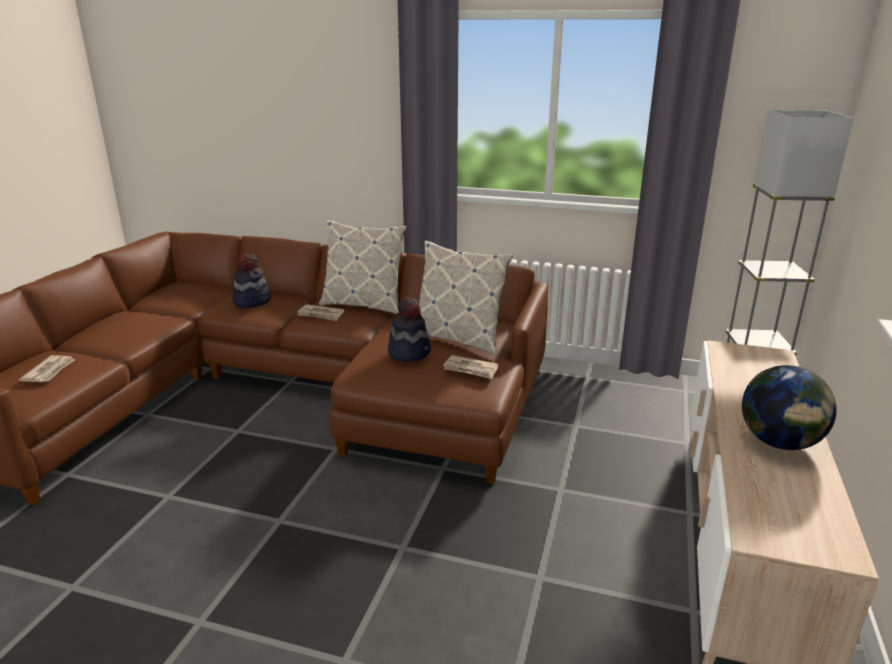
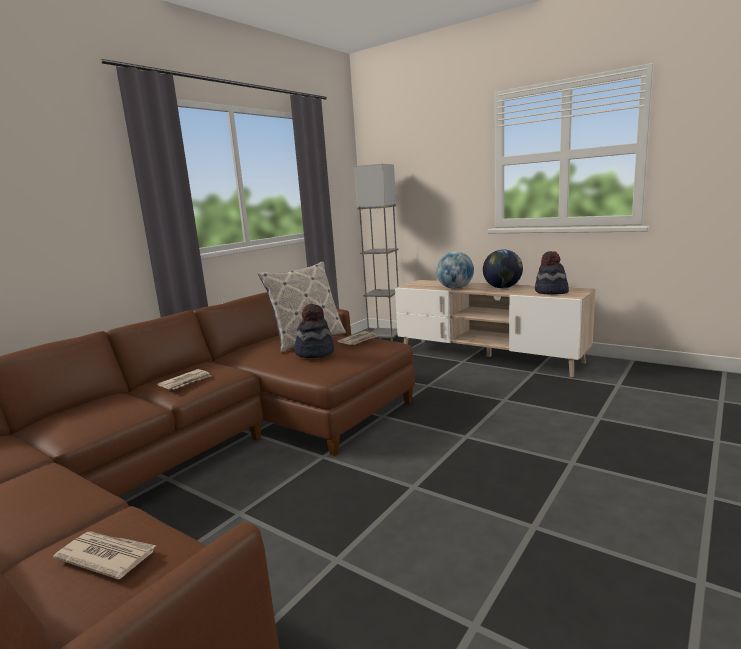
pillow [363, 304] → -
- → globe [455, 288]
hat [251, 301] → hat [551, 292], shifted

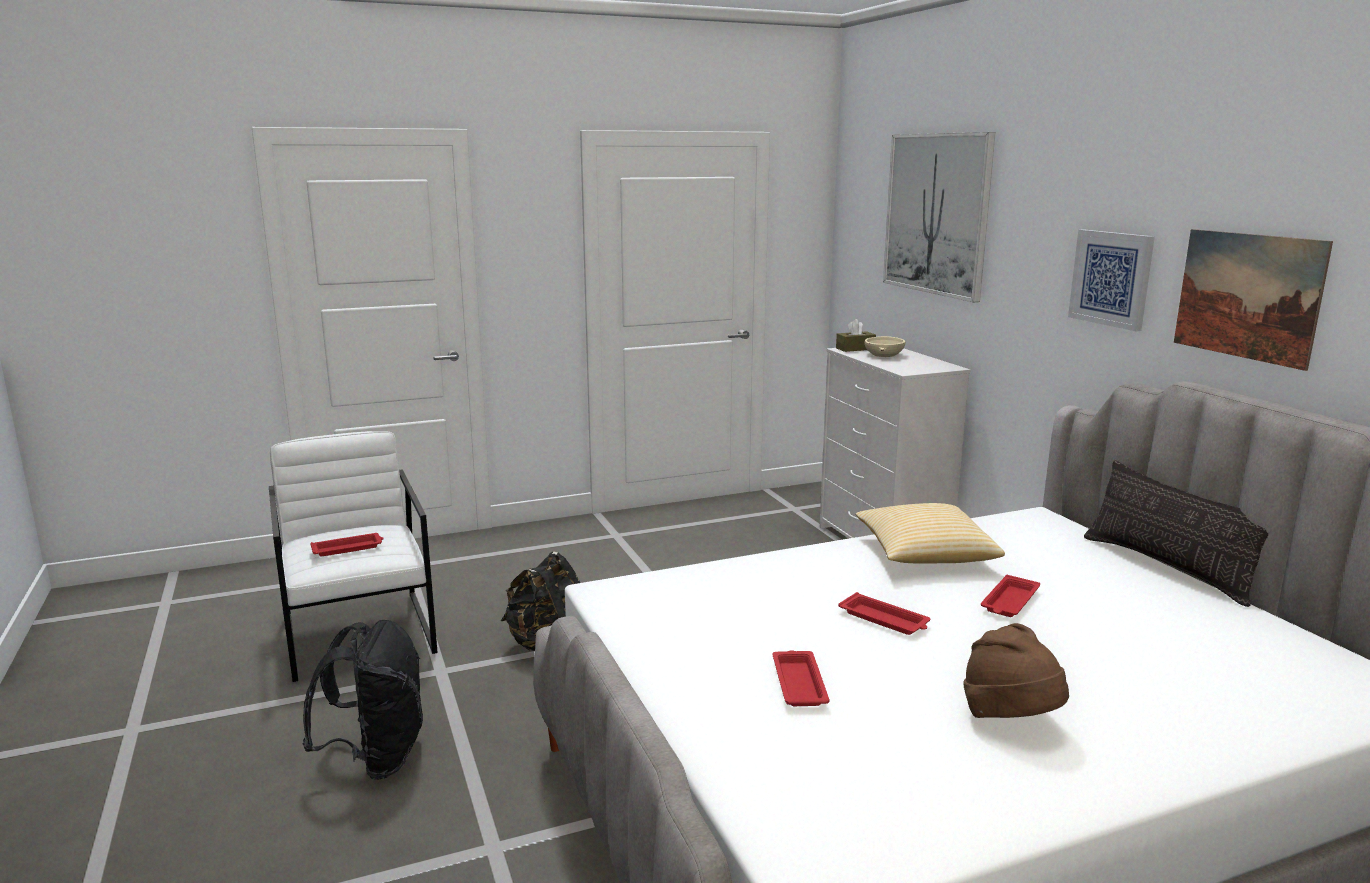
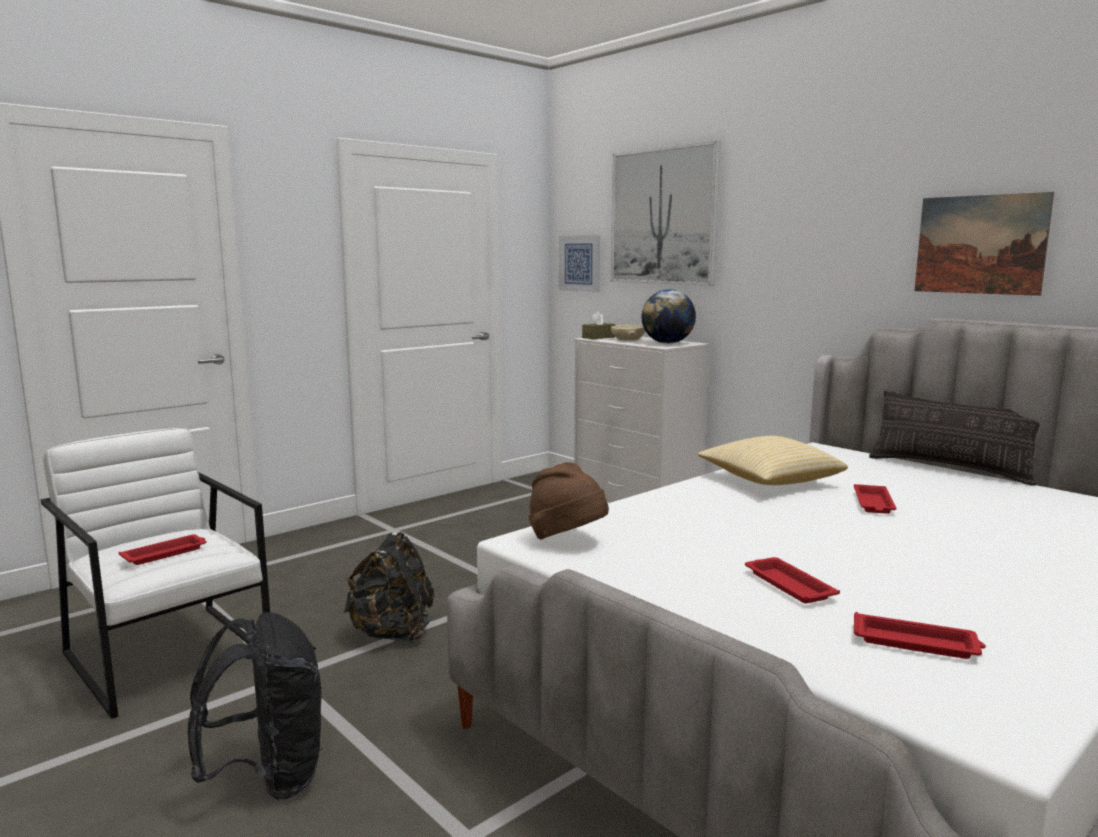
- → globe [667, 343]
red tray [885, 620] → red tray [917, 643], shifted
brown hat [1010, 720] → brown hat [567, 540], shifted
picture [1111, 278] → picture [580, 263], shifted

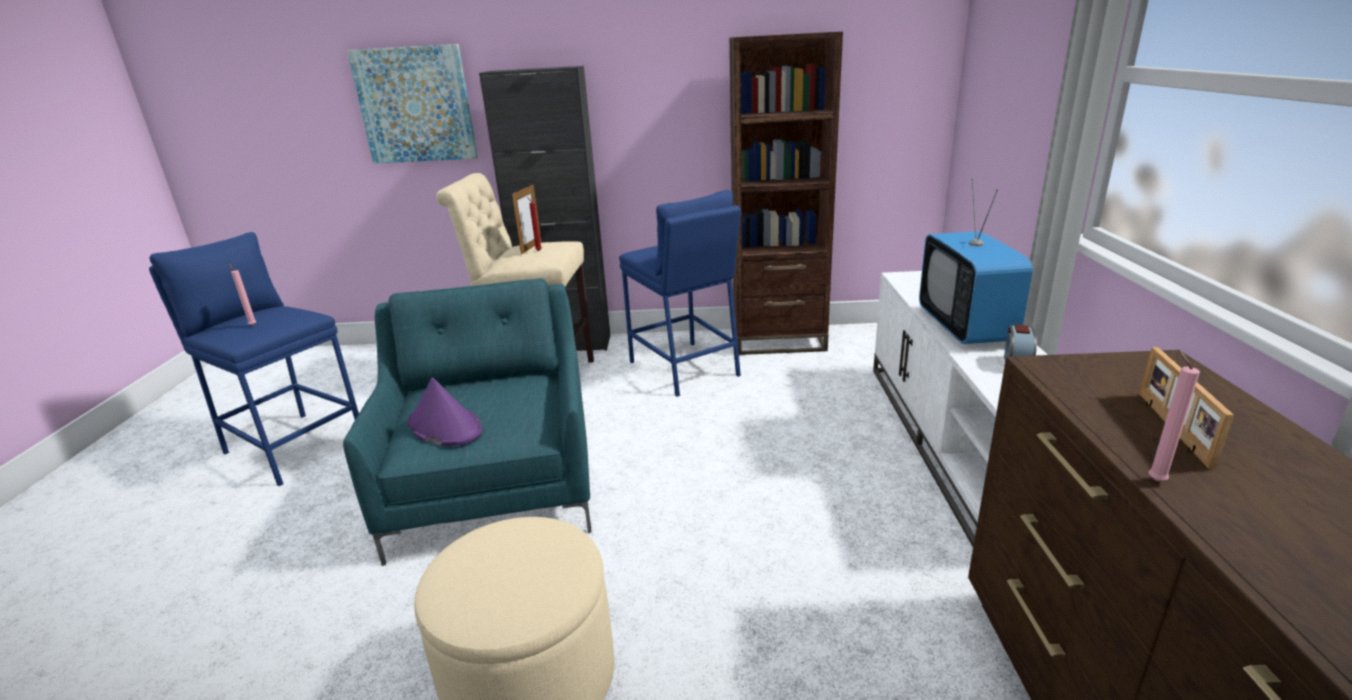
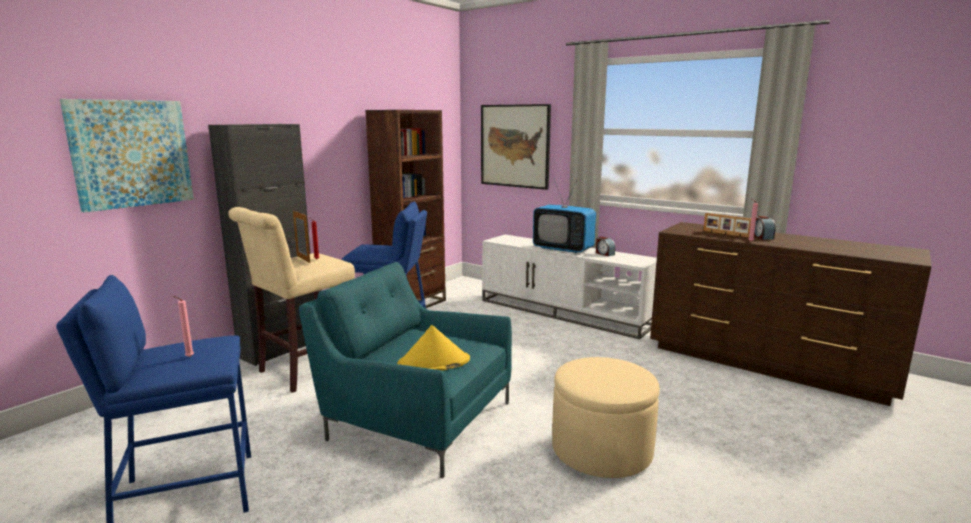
- → picture [515, 146]
- → alarm clock [762, 237]
purple hat [444, 426] → yellow hat [433, 363]

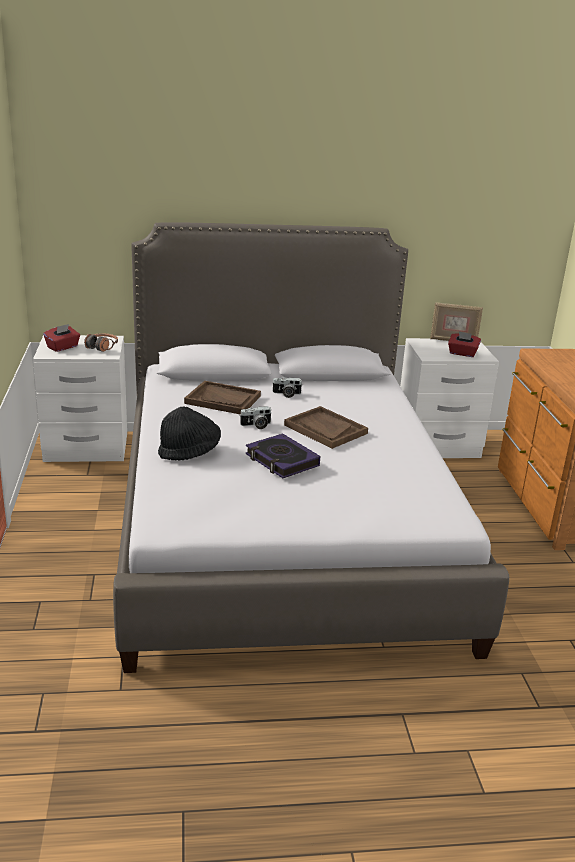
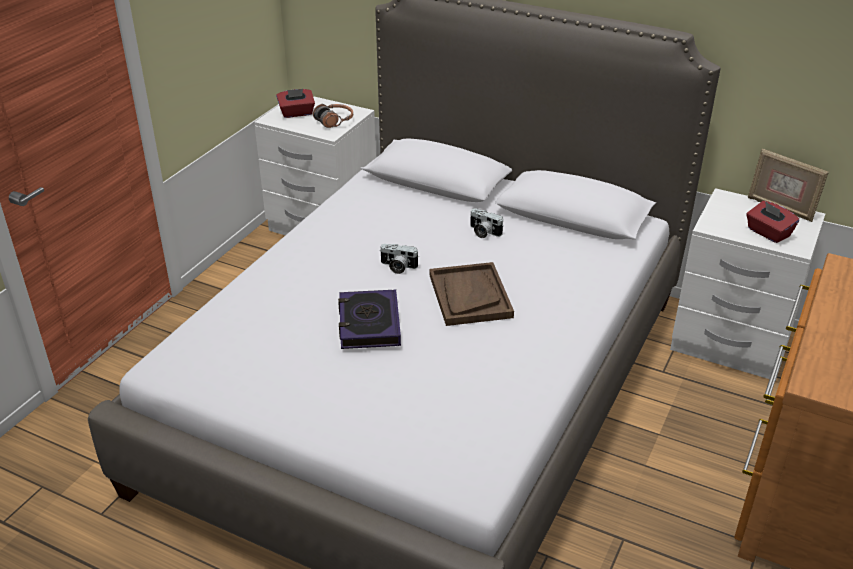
black hat [189, 452] → -
brown tray [223, 400] → -

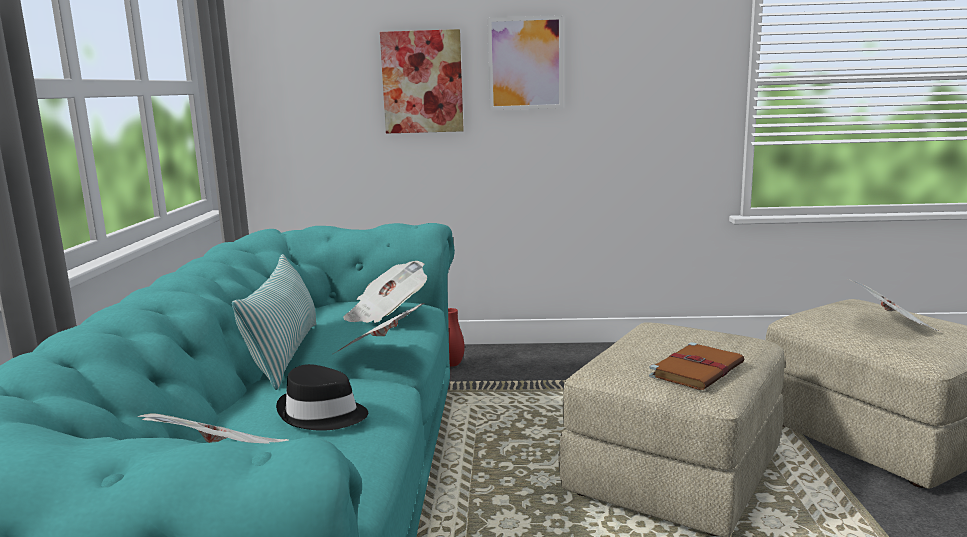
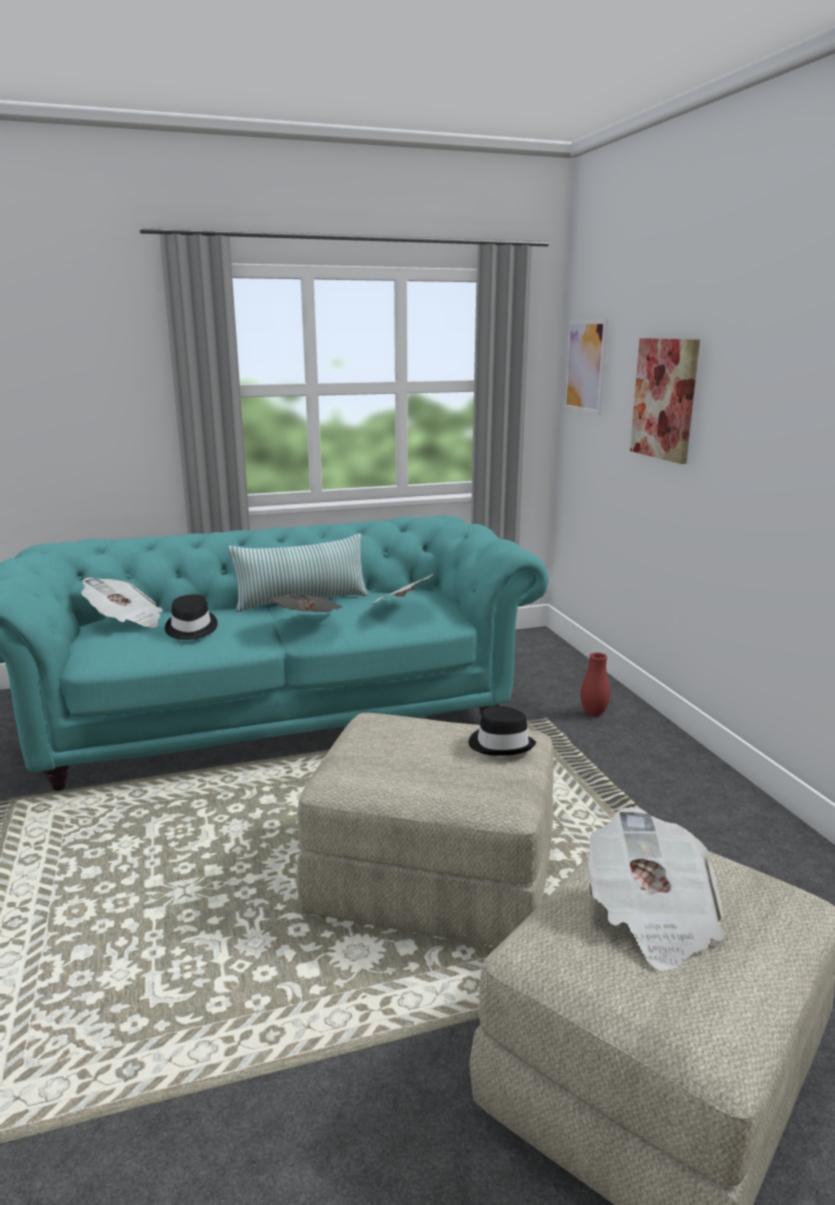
brown book [697, 369] → -
- → black hat [501, 744]
picture [525, 63] → picture [585, 366], shifted

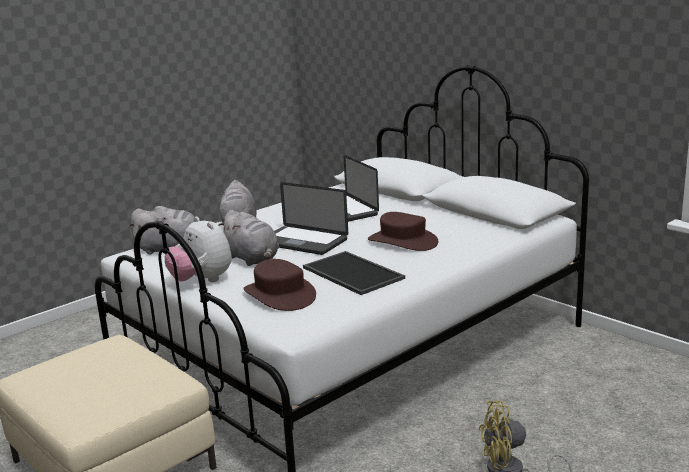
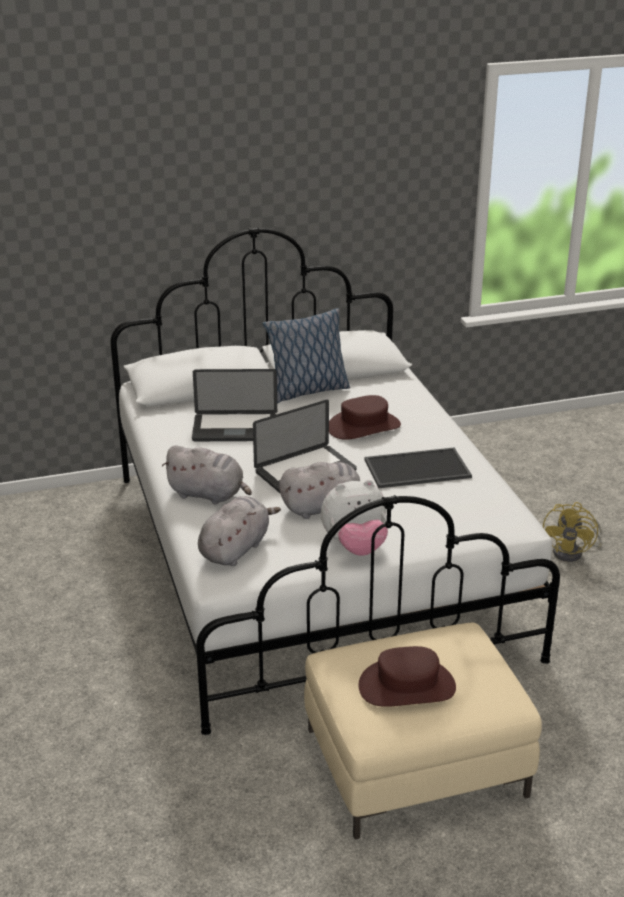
- → pillow [307, 391]
brown hat [280, 295] → brown hat [407, 686], shifted

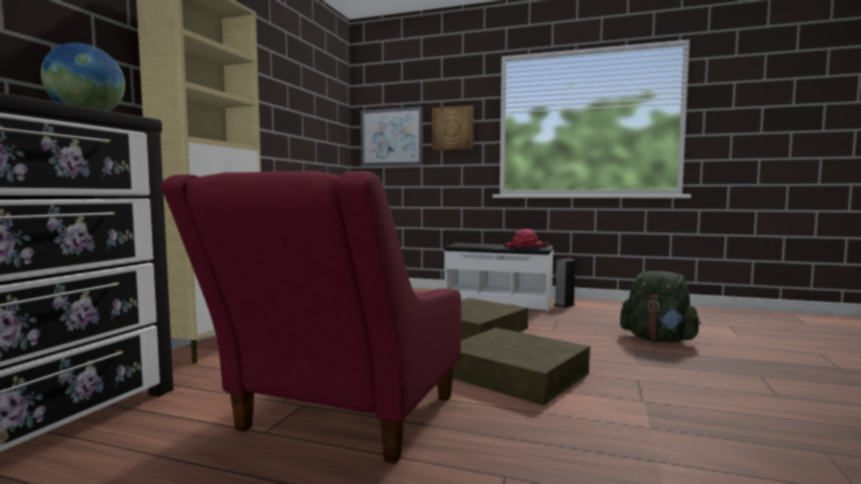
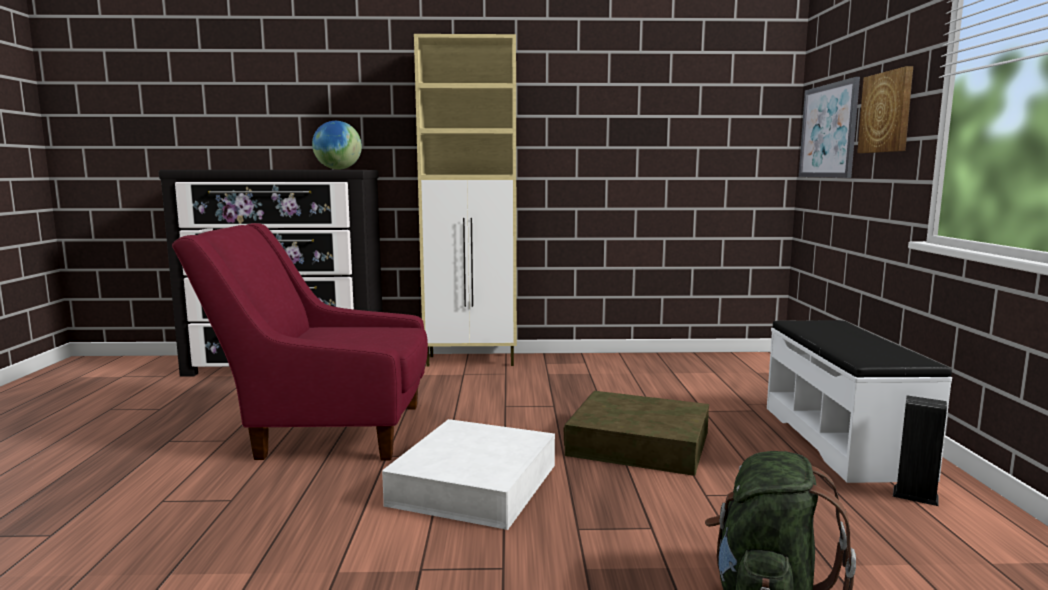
hat [526, 246] → -
brown storage box [515, 374] → white storage box [474, 484]

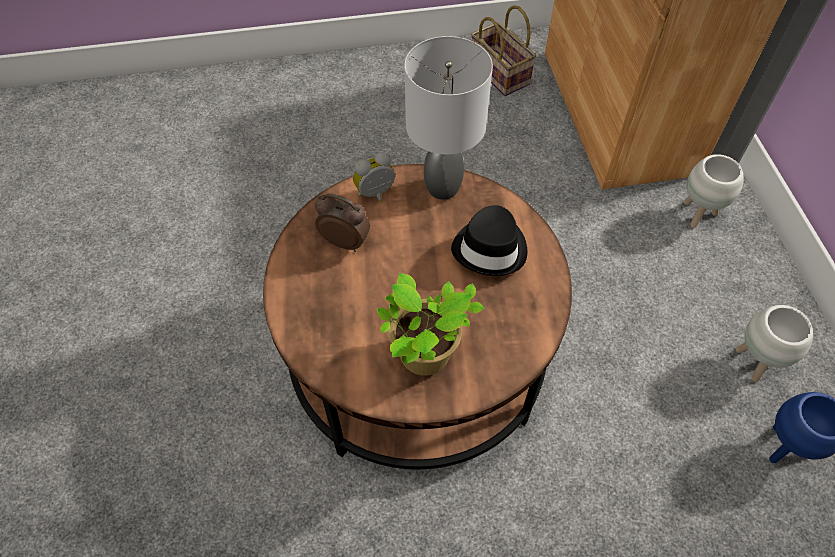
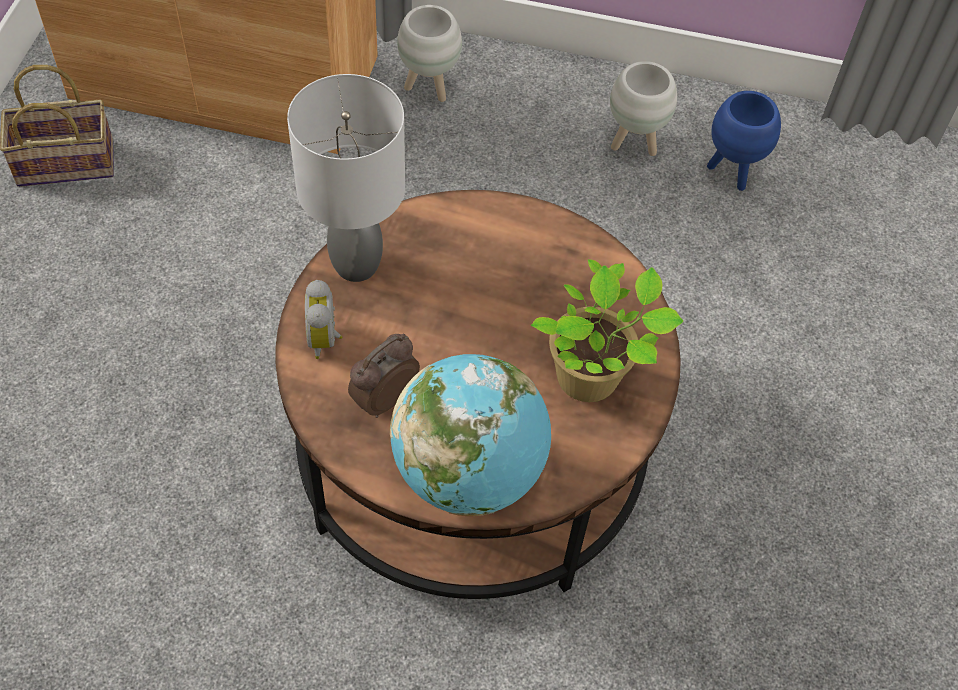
black hat [491, 248] → -
- → globe [469, 472]

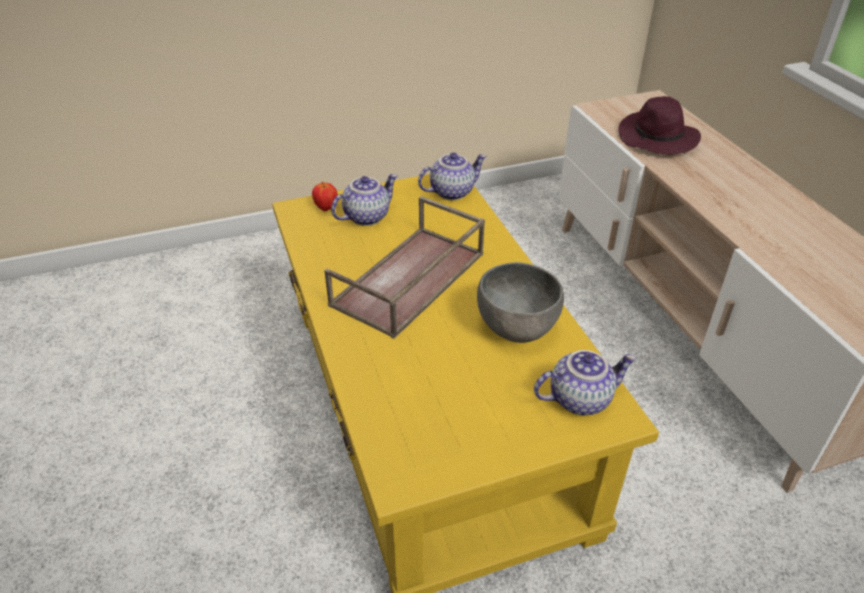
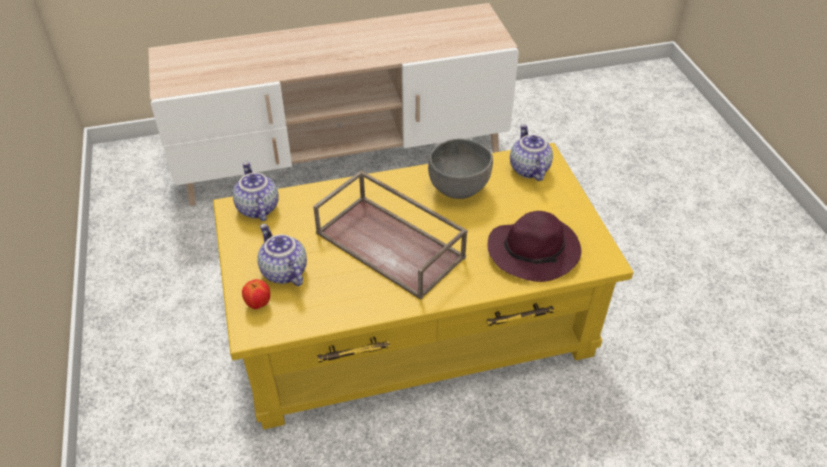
purple hat [658, 139] → purple hat [535, 251], shifted

